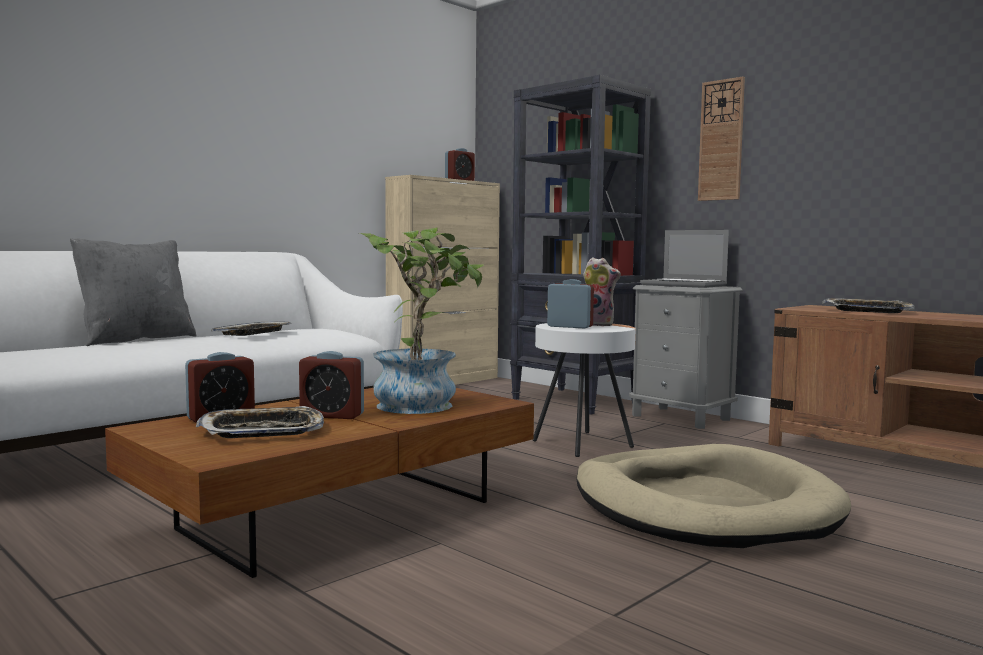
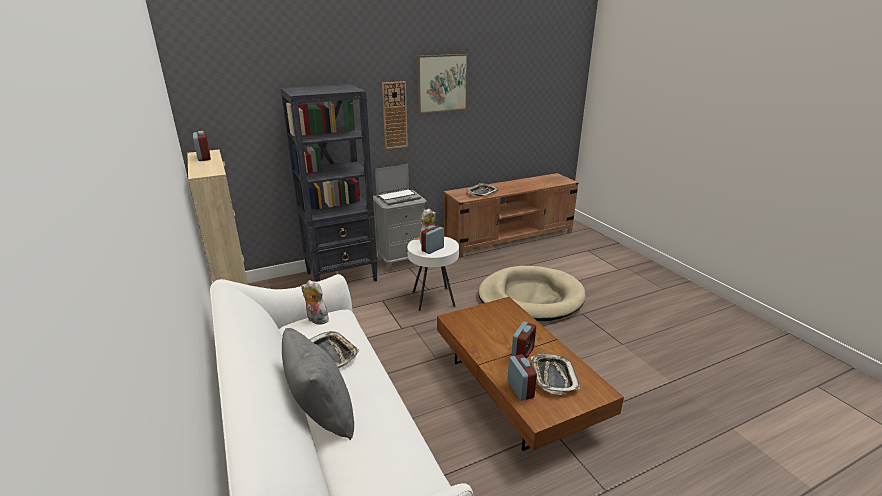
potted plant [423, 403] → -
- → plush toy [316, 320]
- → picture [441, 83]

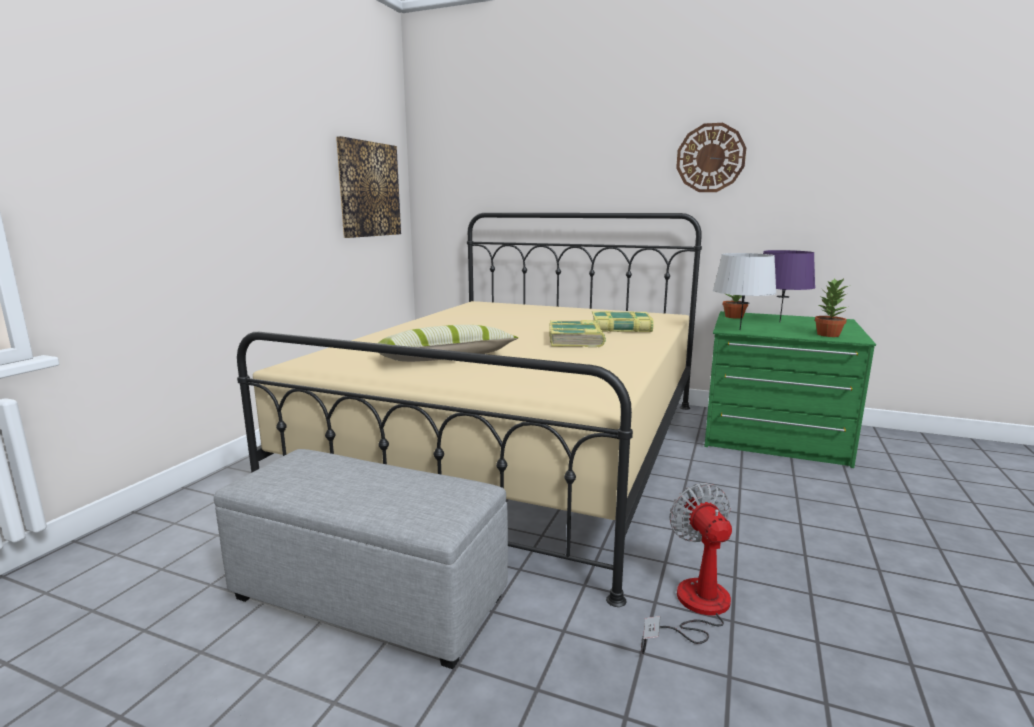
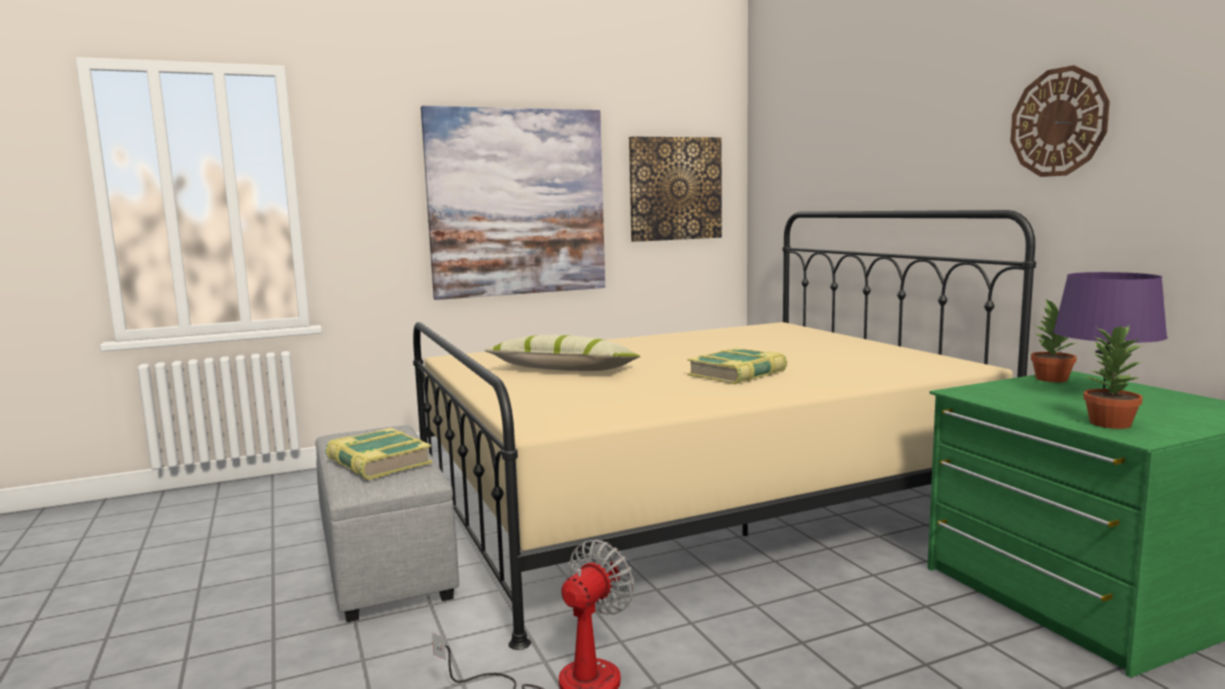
grey table lamp [739, 330] → -
- → picture [517, 202]
book [621, 328] → book [378, 463], shifted

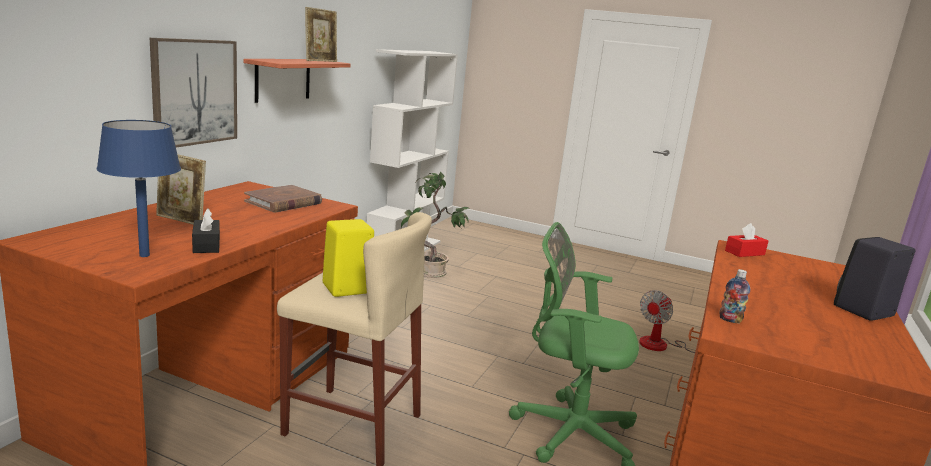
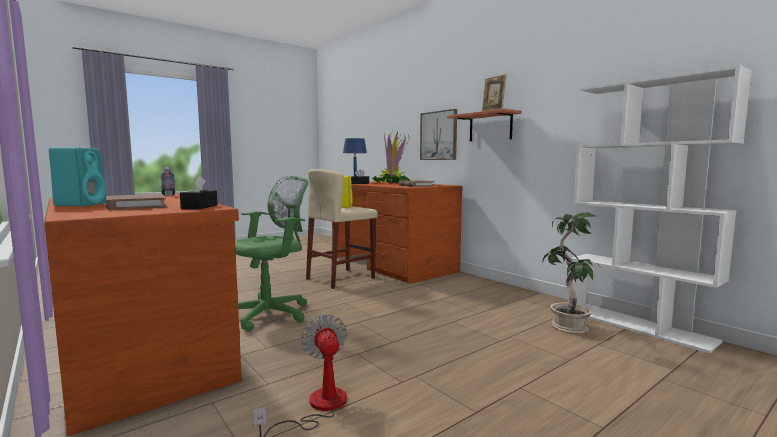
- → brown book [136, 206]
picture frame [181, 220] → potted plant [392, 183]
red tissue box [744, 253] → black tissue box [199, 207]
black speaker [862, 311] → turquoise speaker [81, 204]

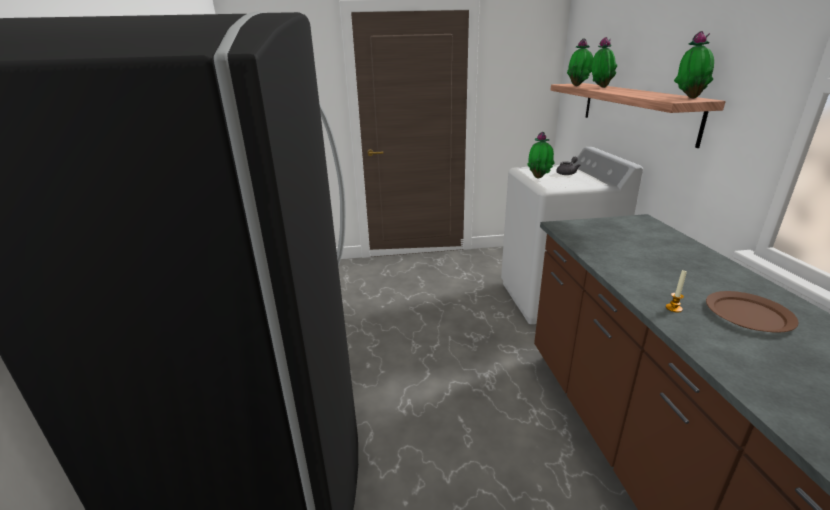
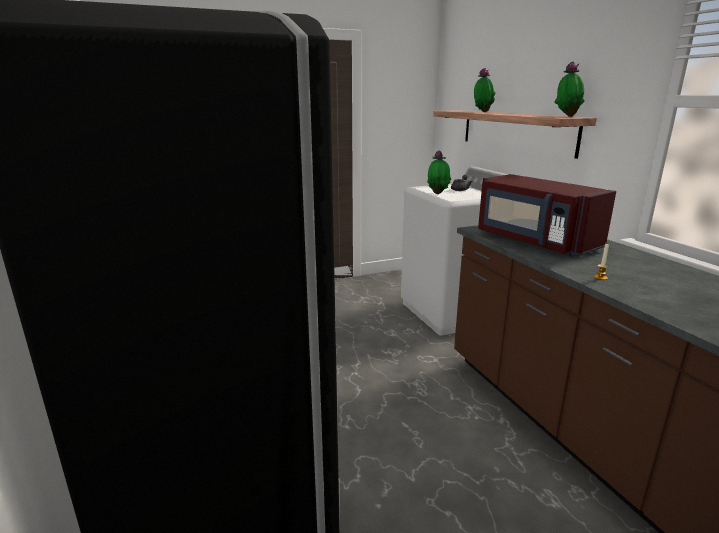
potted plant [578, 85] → -
brown plate [747, 314] → -
- → red microwave [534, 241]

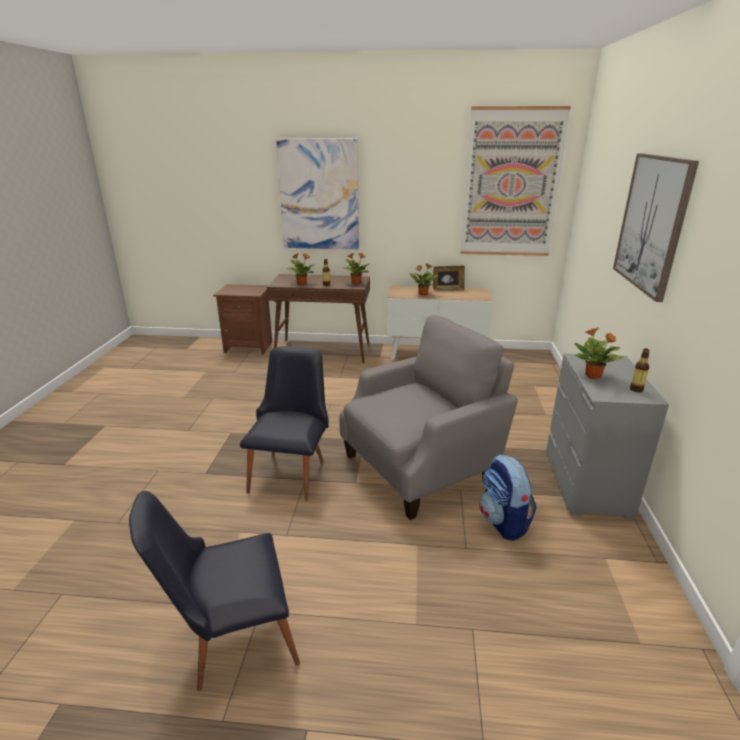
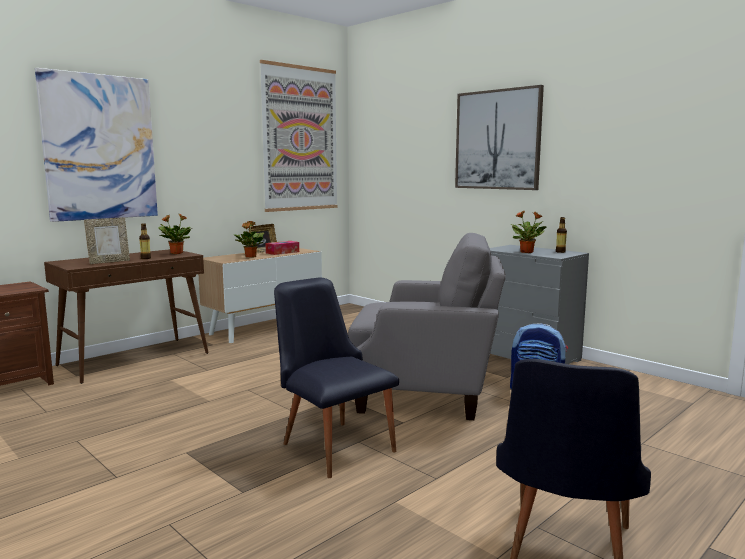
- → tissue box [282, 252]
potted plant [301, 283] → picture frame [109, 262]
grey armchair [421, 467] → grey armchair [425, 392], 90 degrees clockwise

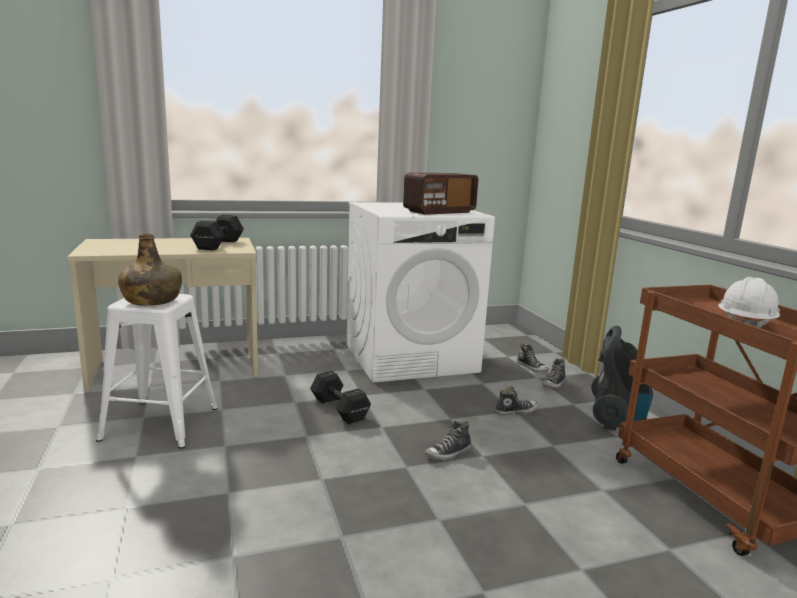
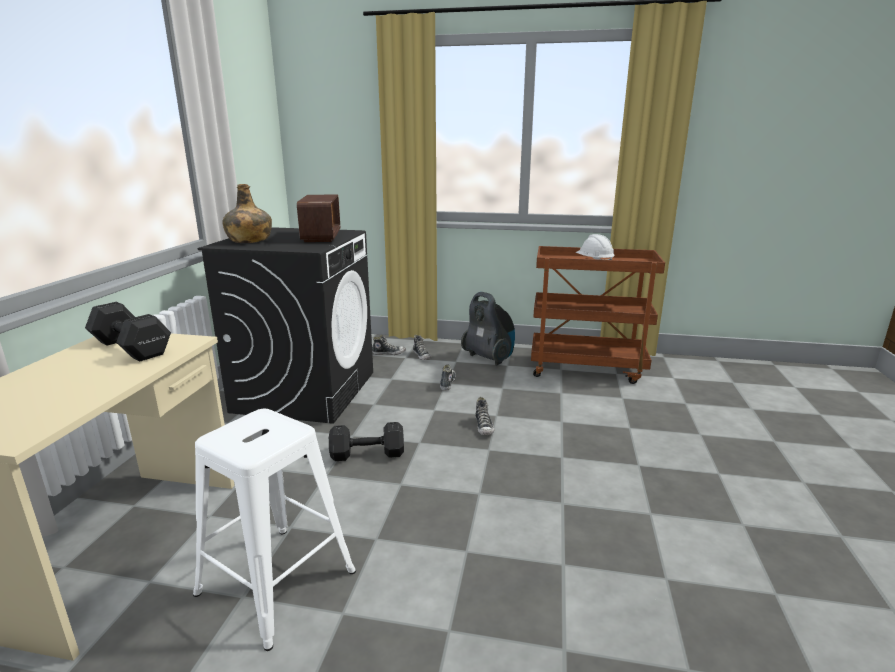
green bottle [152, 301] → green bottle [249, 240], shifted
white washing machine [411, 357] → black washing machine [306, 391]

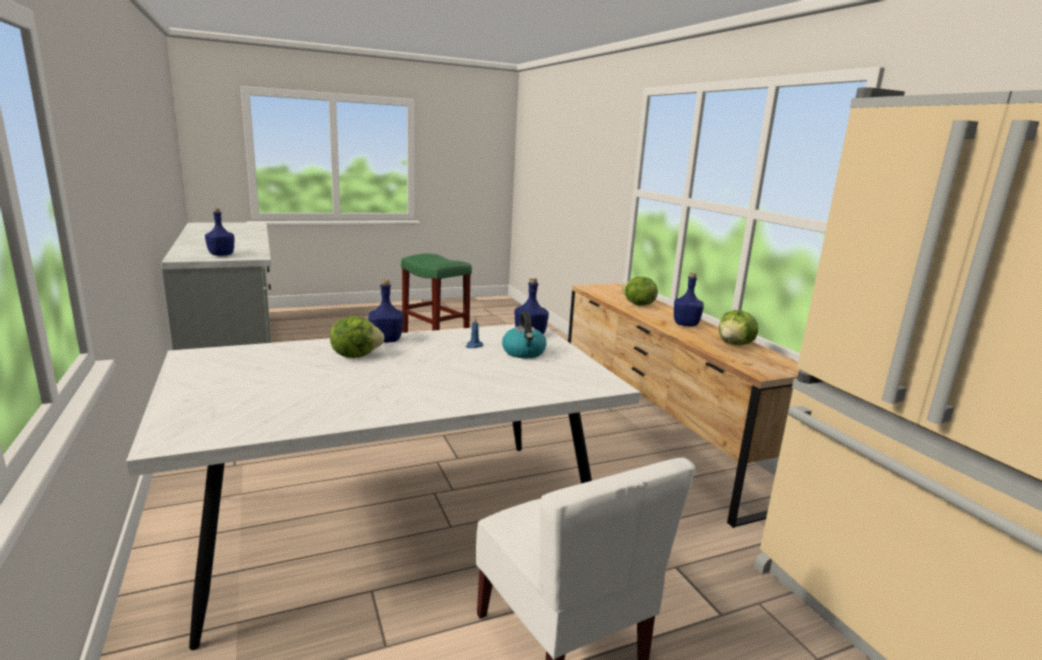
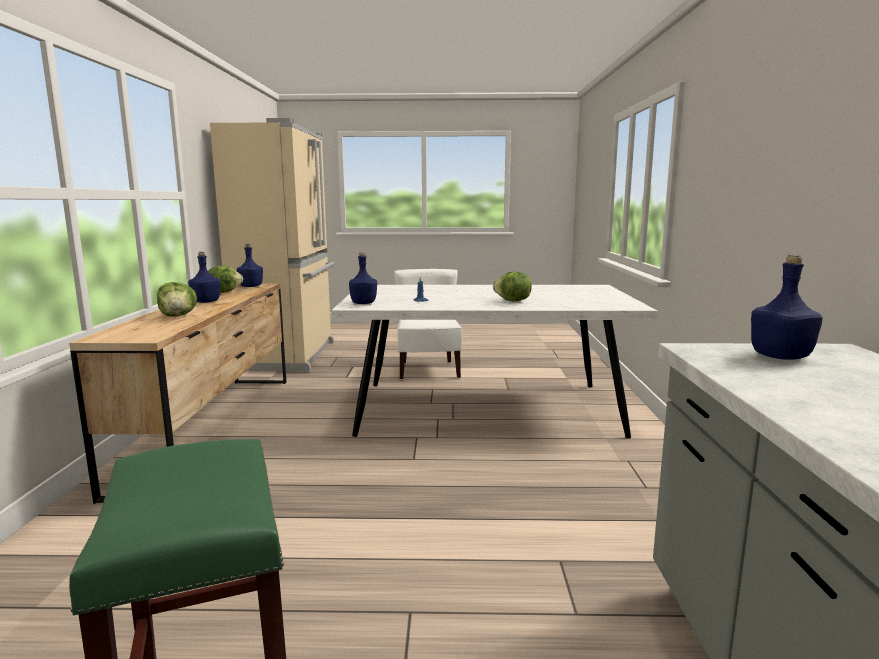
kettle [524, 352] → -
blue bottle [385, 340] → blue bottle [251, 286], shifted

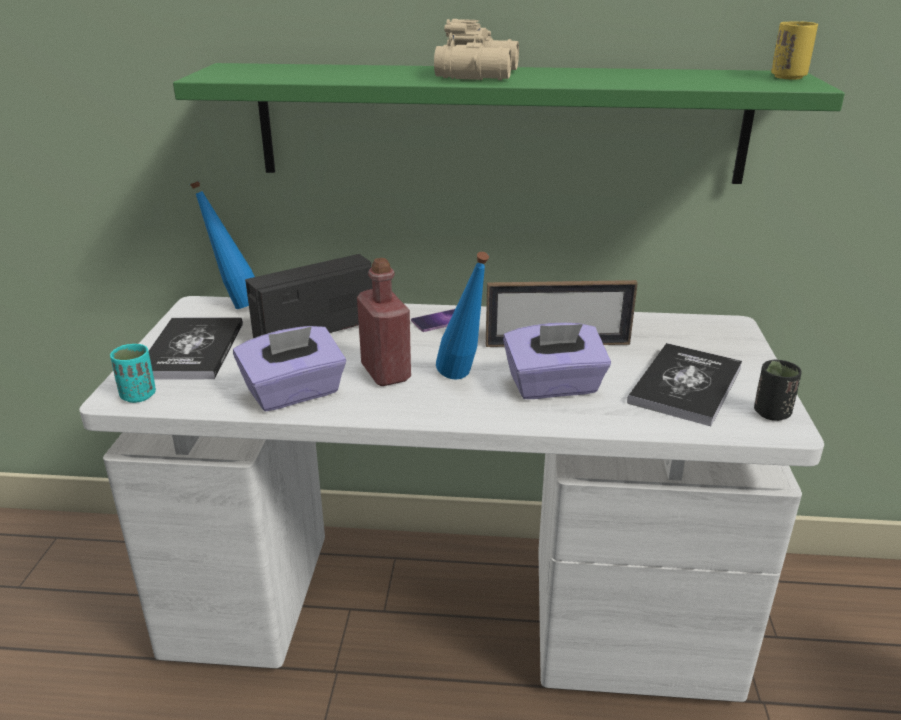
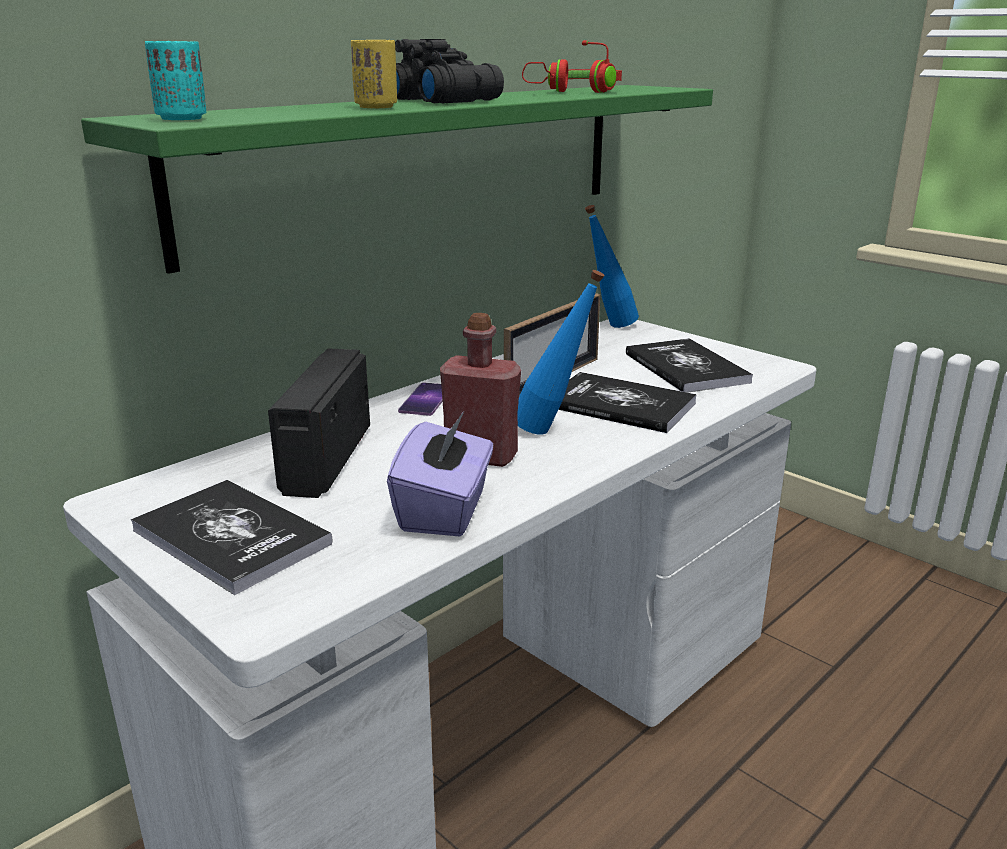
black cup [771, 413] → -
- → red headphones [576, 92]
turquoise cup [138, 396] → turquoise cup [182, 119], shifted
blue bottle [235, 304] → blue bottle [608, 327], shifted
yellow cup [788, 77] → yellow cup [376, 107], shifted
purple tissue box [554, 386] → book [619, 405]
beige binoculars [480, 74] → black binoculars [444, 100]

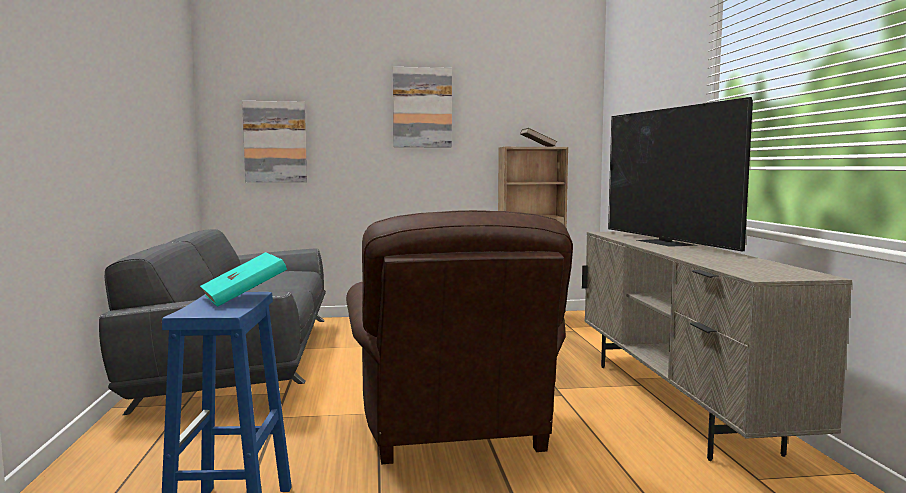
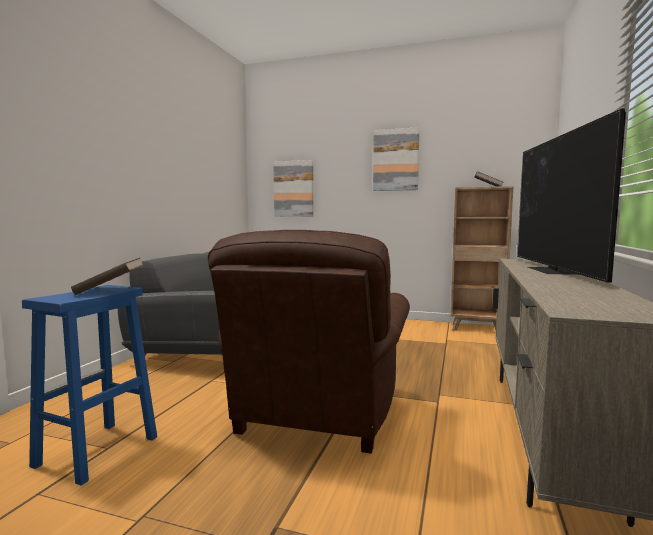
turquoise book [244, 298] → brown book [110, 290]

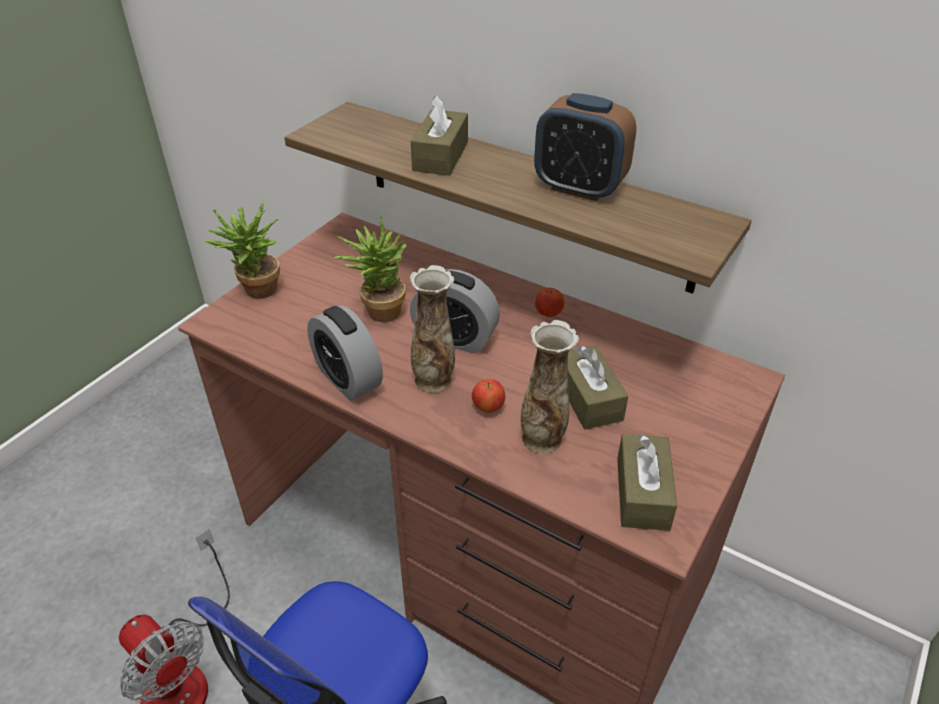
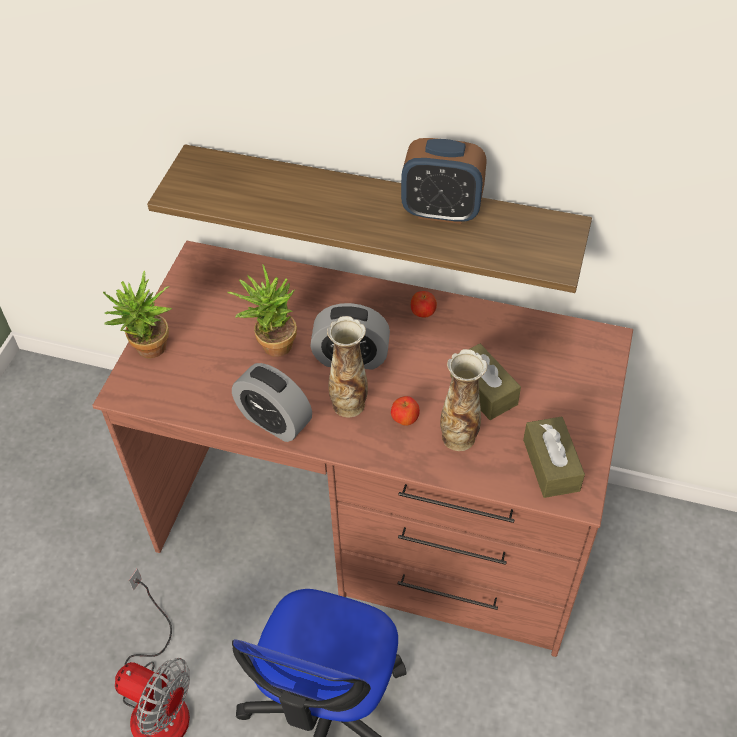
brown tissue box [440, 156] → -

